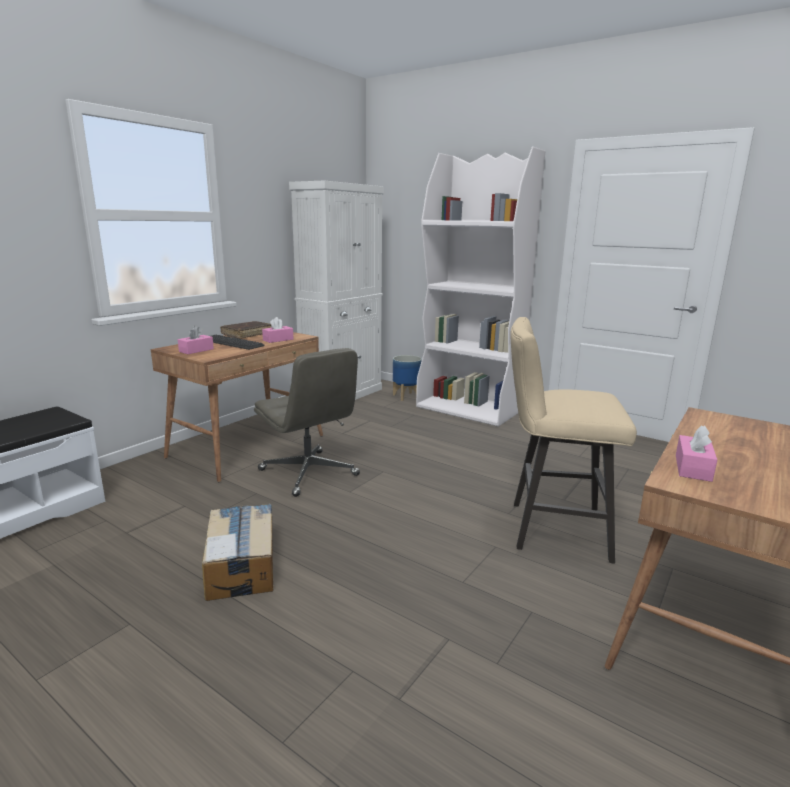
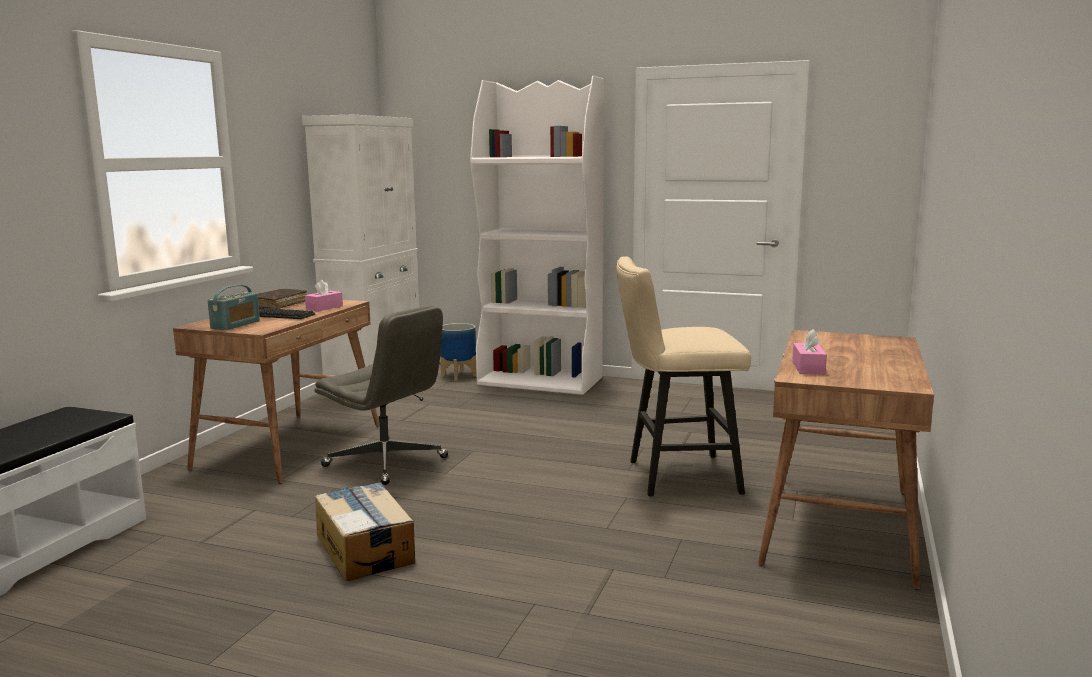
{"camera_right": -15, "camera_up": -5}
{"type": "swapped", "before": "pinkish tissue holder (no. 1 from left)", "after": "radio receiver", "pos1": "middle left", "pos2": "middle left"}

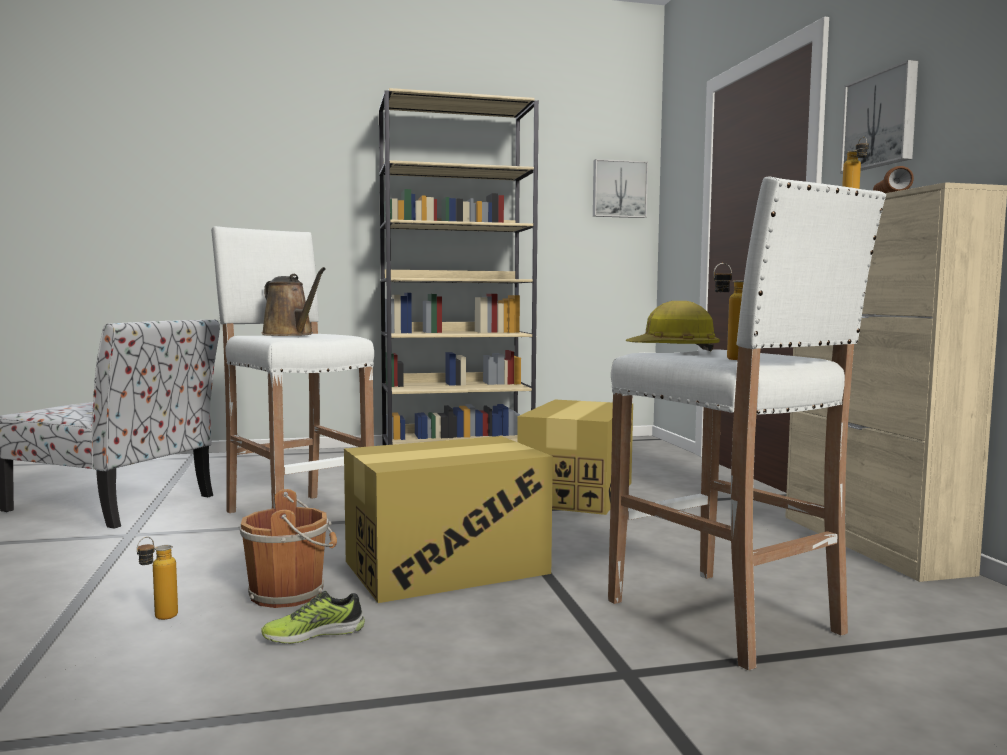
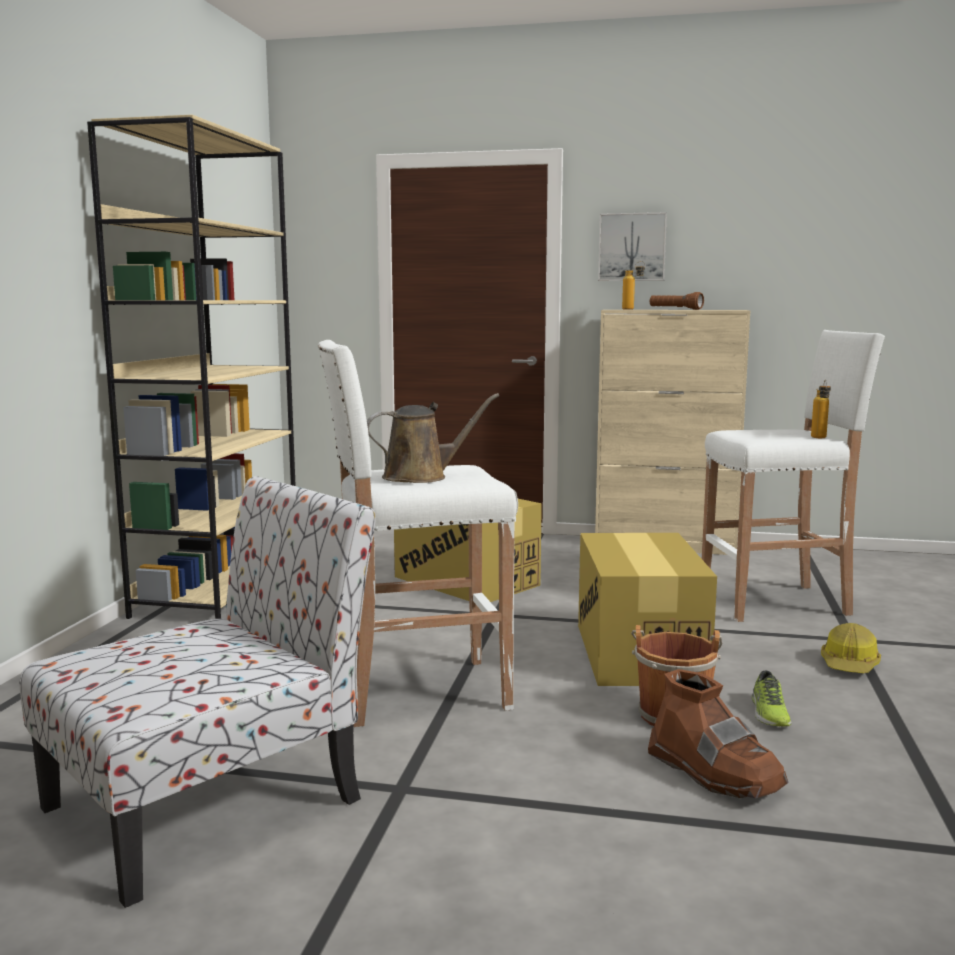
{"camera_right": -65, "camera_up": 5}
{"type": "swapped", "before": "bottle (no. 1 from left)", "after": "brownish boot", "pos1": "bottom left", "pos2": "bottom right"}
{"type": "gone", "before": "picture (no. 1 from left)", "pos1": "top centre"}
{"type": "shifted", "before": "work helmet", "pos1": "middle right", "pos2": "bottom right"}

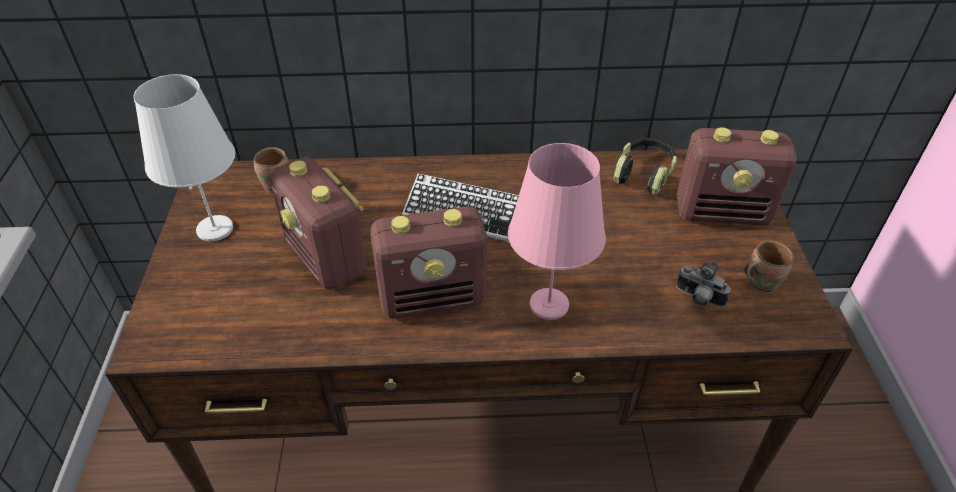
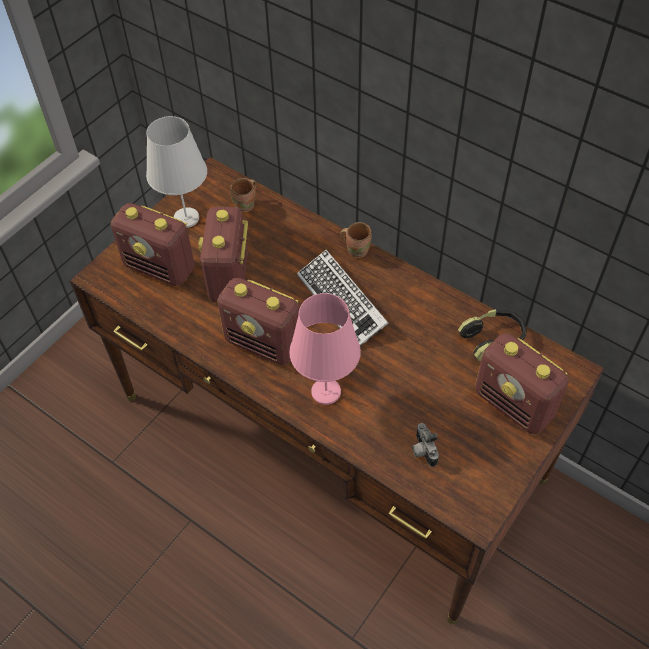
{"camera_right": 40, "camera_up": 10}
{"type": "shifted", "before": "brownish mug (no. 2 from left)", "pos1": "middle right", "pos2": "centre"}
{"type": "new", "after": "radio receiver (no. 1 from left)", "pos2": "middle left"}

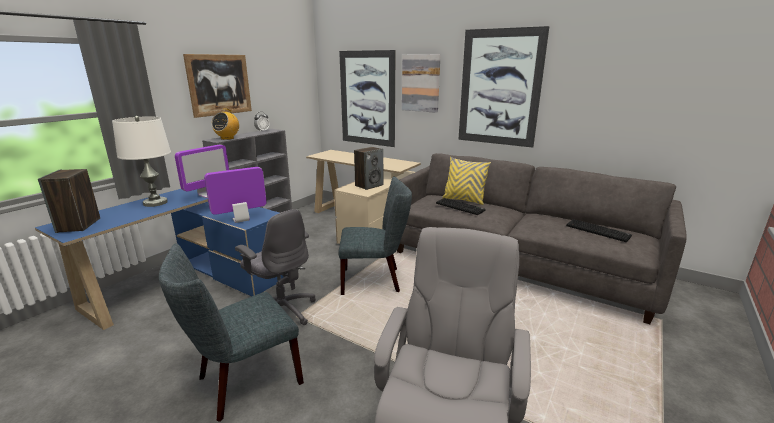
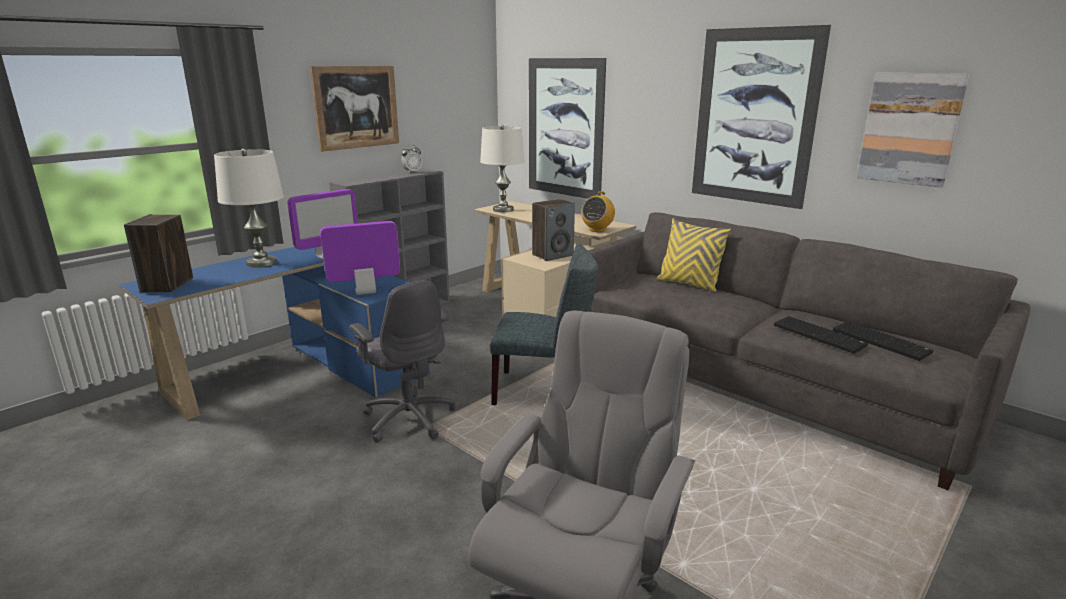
{"camera_right": 10, "camera_up": 0}
{"type": "gone", "before": "grey chair (no. 1 from left)", "pos1": "bottom left"}
{"type": "shifted", "before": "radio receiver", "pos1": "top left", "pos2": "centre"}
{"type": "shifted", "before": "picture (no. 3 from left in the first image)", "after": "picture (no. 4 from left)", "pos1": "top centre", "pos2": "top right"}
{"type": "shifted", "before": "computer keyboard (no. 1 from left)", "pos1": "centre", "pos2": "middle right"}
{"type": "new", "after": "whitish lamp for a table (no. 2 from left)", "pos2": "top centre"}

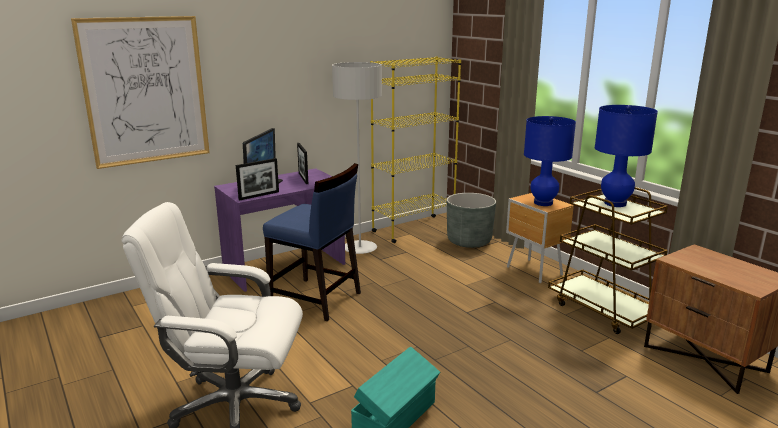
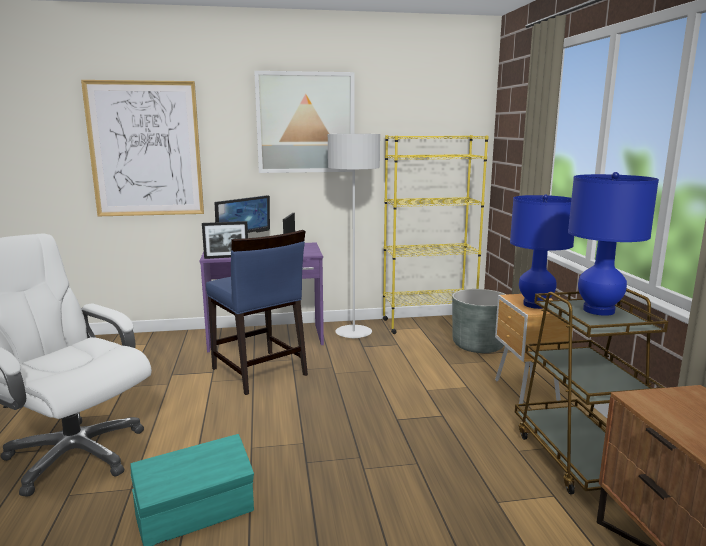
{"camera_right": 25, "camera_up": -5}
{"type": "new", "after": "picture (no. 2 from left)", "pos2": "top centre"}

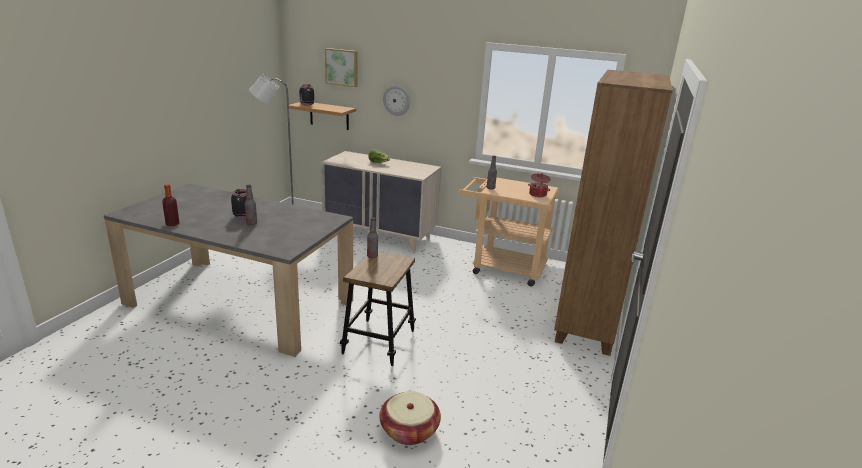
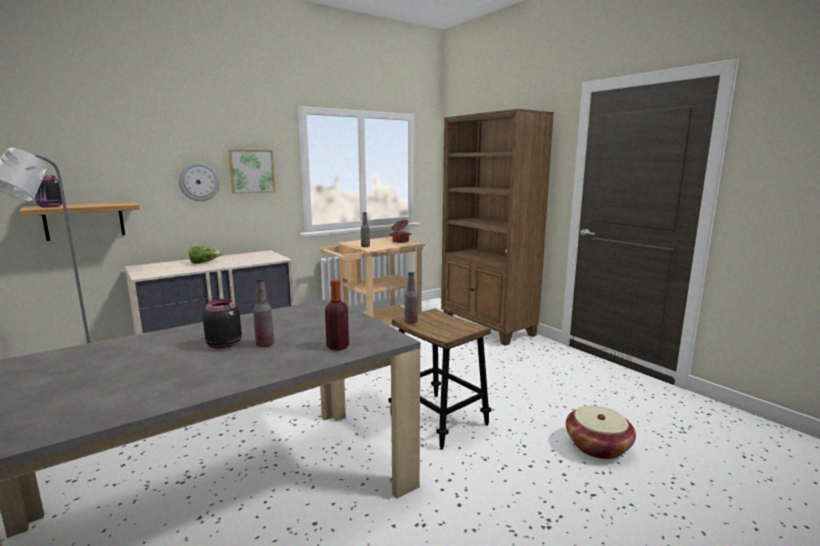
{"camera_right": -55, "camera_up": -10}
{"type": "shifted", "before": "bottle (no. 1 from left in the first image)", "after": "bottle (no. 2 from left)", "pos1": "middle left", "pos2": "centre"}
{"type": "shifted", "before": "picture", "pos1": "top centre", "pos2": "top left"}

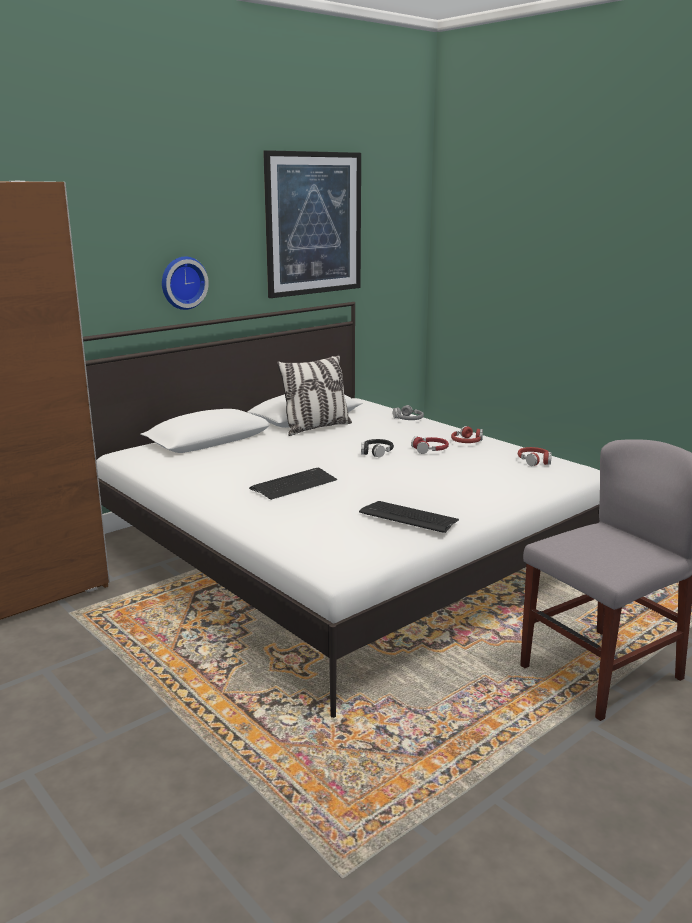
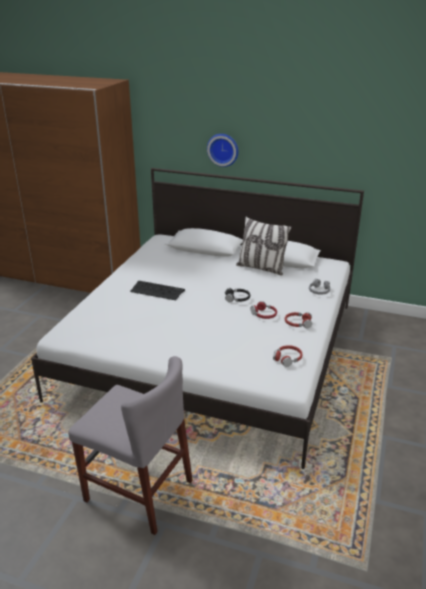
{"camera_right": 60, "camera_up": 10}
{"type": "gone", "before": "picture", "pos1": "top centre"}
{"type": "gone", "before": "computer keyboard (no. 2 from left)", "pos1": "centre"}

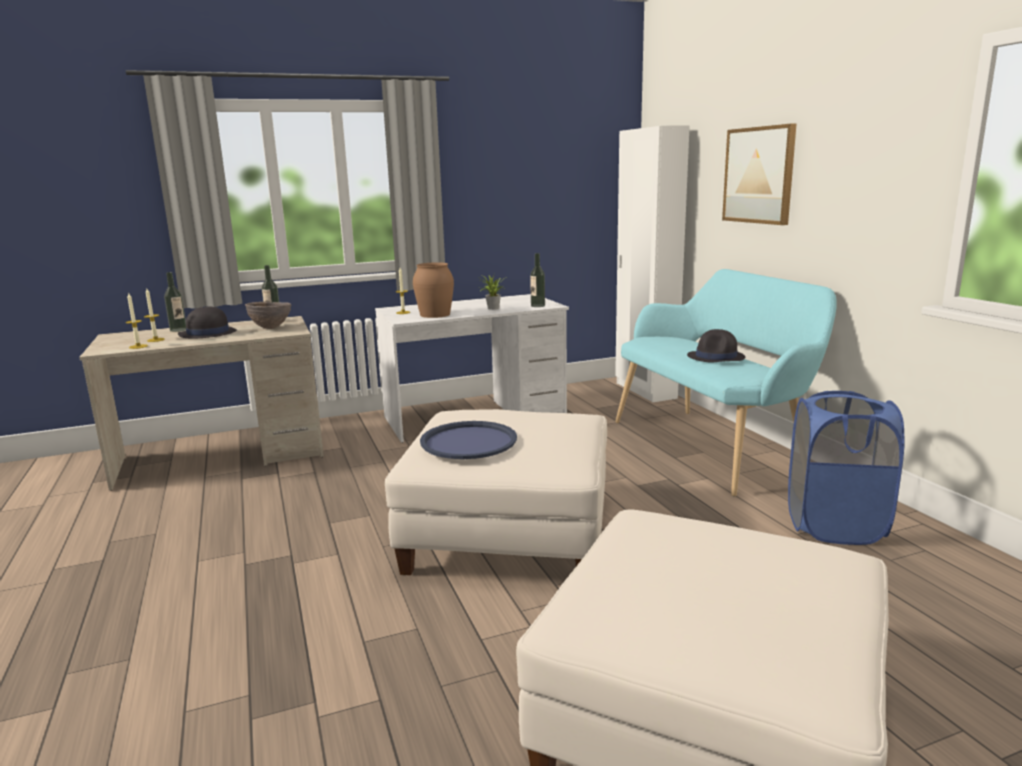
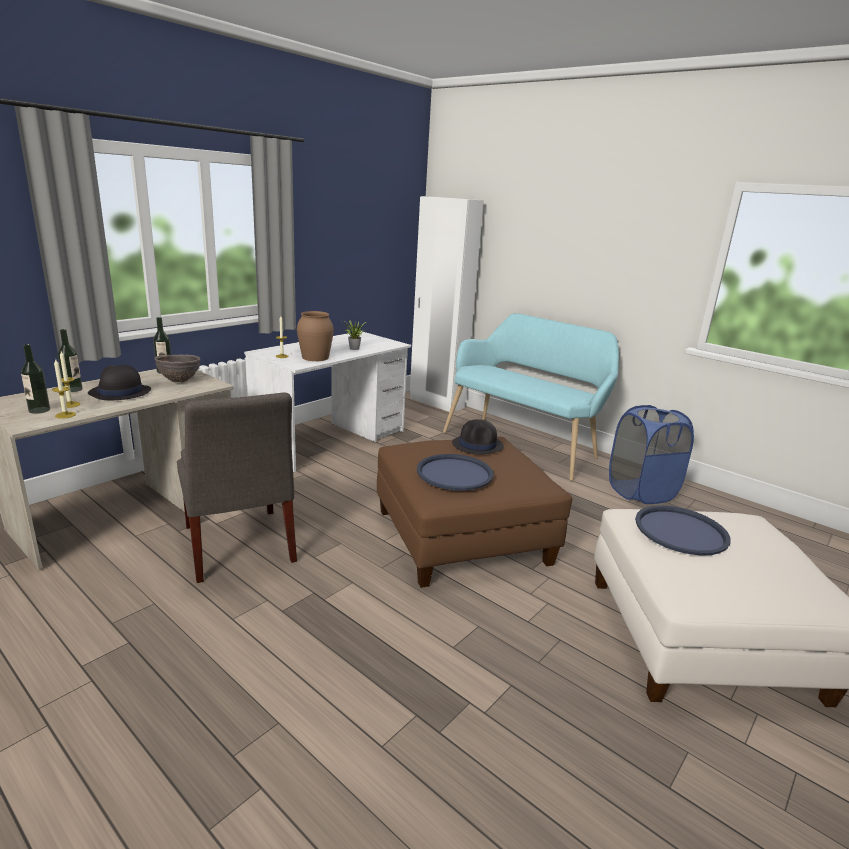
{"camera_right": -30, "camera_up": 5}
{"type": "repainted", "before": "whitish ottoman (no. 1 from left)", "after": "brownish ottoman", "pos1": "centre", "pos2": "centre"}
{"type": "shifted", "before": "bottle (no. 3 from left in the first image)", "after": "bottle (no. 1 from left)", "pos1": "centre", "pos2": "middle left"}
{"type": "shifted", "before": "black clothing hat (no. 2 from left)", "pos1": "middle right", "pos2": "centre"}
{"type": "gone", "before": "picture", "pos1": "top right"}
{"type": "new", "after": "grey chair", "pos2": "middle left"}
{"type": "new", "after": "blue serving tray (no. 2 from left)", "pos2": "middle right"}

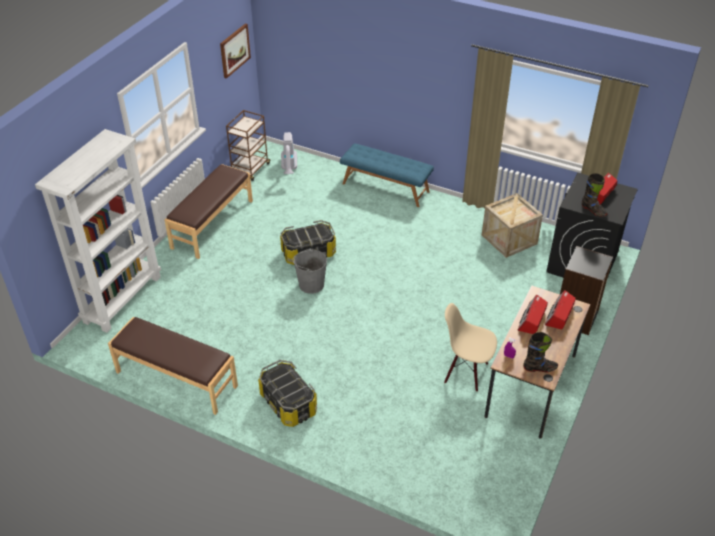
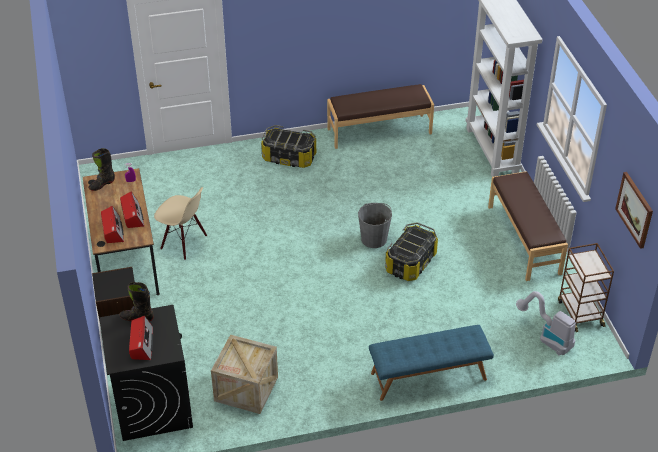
{"camera_right": 140, "camera_up": 0}
{"type": "rotated", "before": "sand-coloured chair", "pos1": "centre", "pos2": "middle left", "turn": 45}

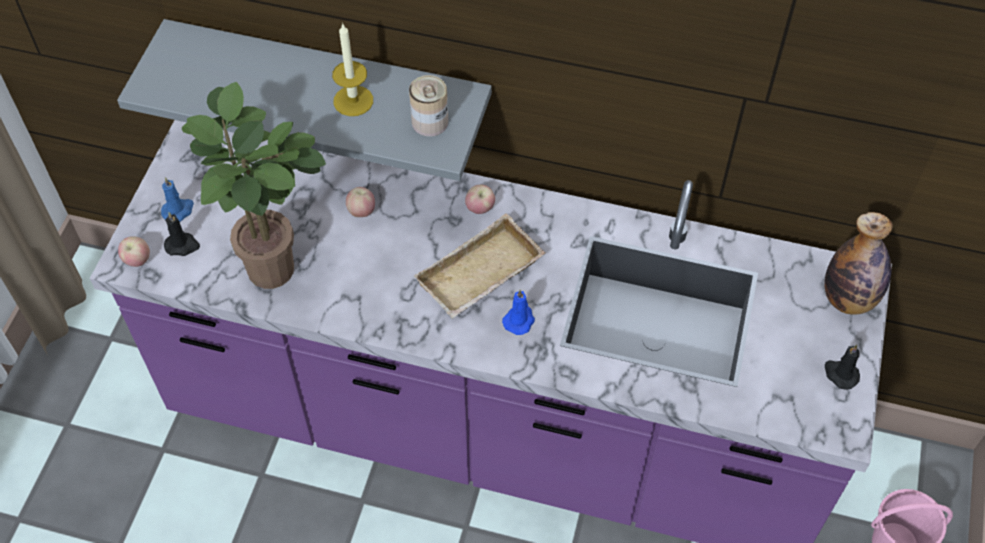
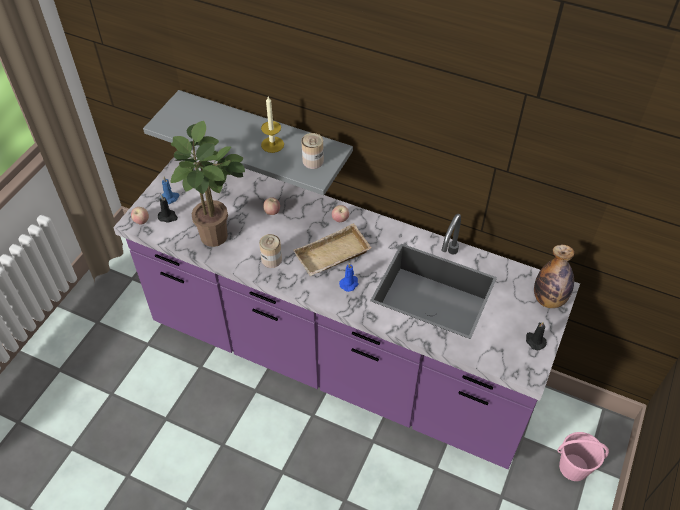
{"camera_right": 10, "camera_up": -5}
{"type": "new", "after": "can (no. 1 from left)", "pos2": "centre"}

